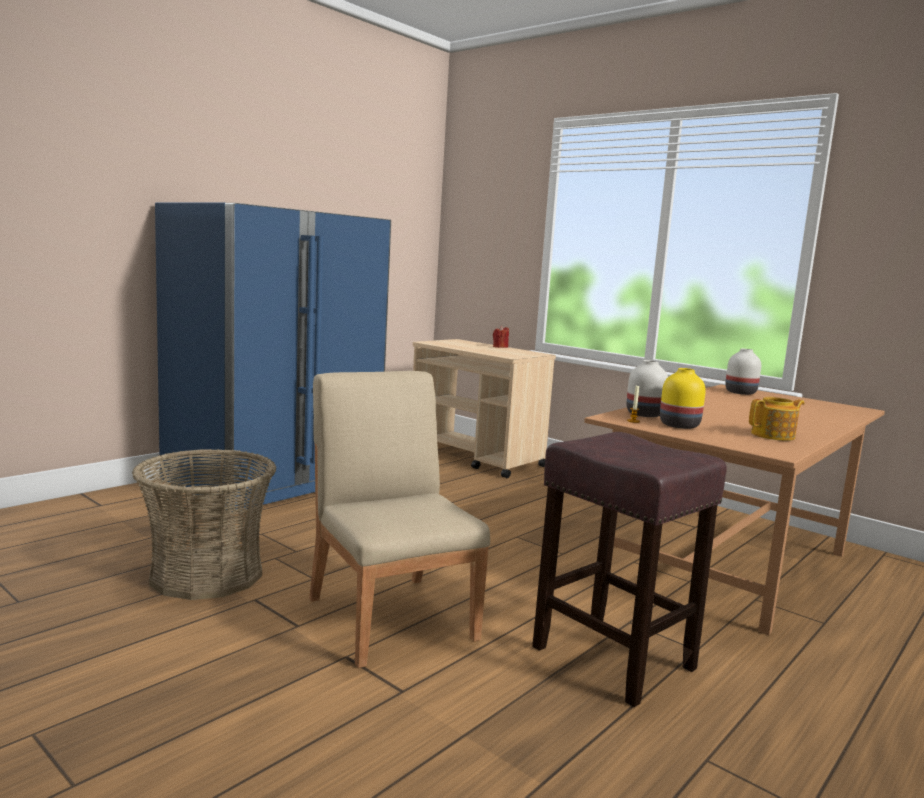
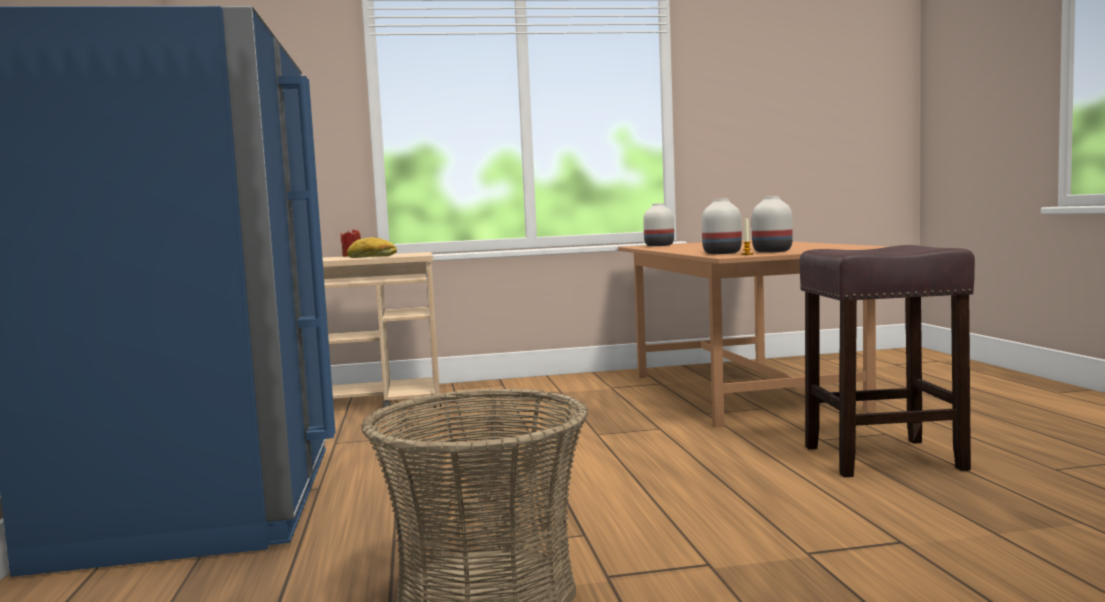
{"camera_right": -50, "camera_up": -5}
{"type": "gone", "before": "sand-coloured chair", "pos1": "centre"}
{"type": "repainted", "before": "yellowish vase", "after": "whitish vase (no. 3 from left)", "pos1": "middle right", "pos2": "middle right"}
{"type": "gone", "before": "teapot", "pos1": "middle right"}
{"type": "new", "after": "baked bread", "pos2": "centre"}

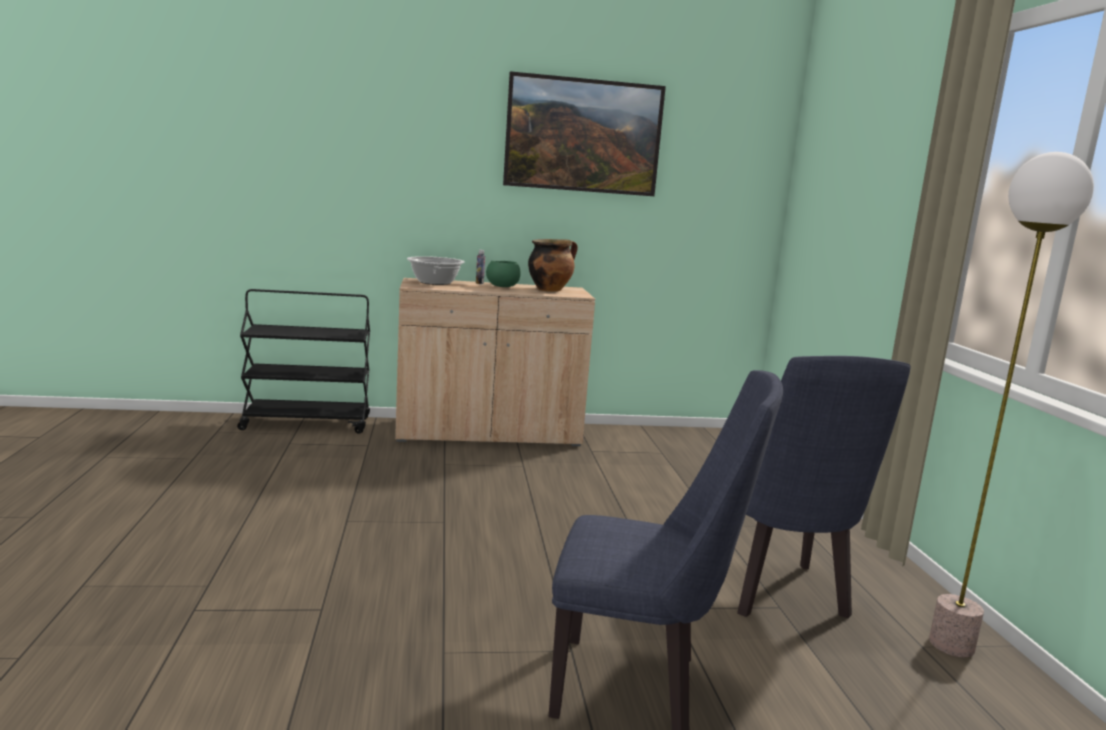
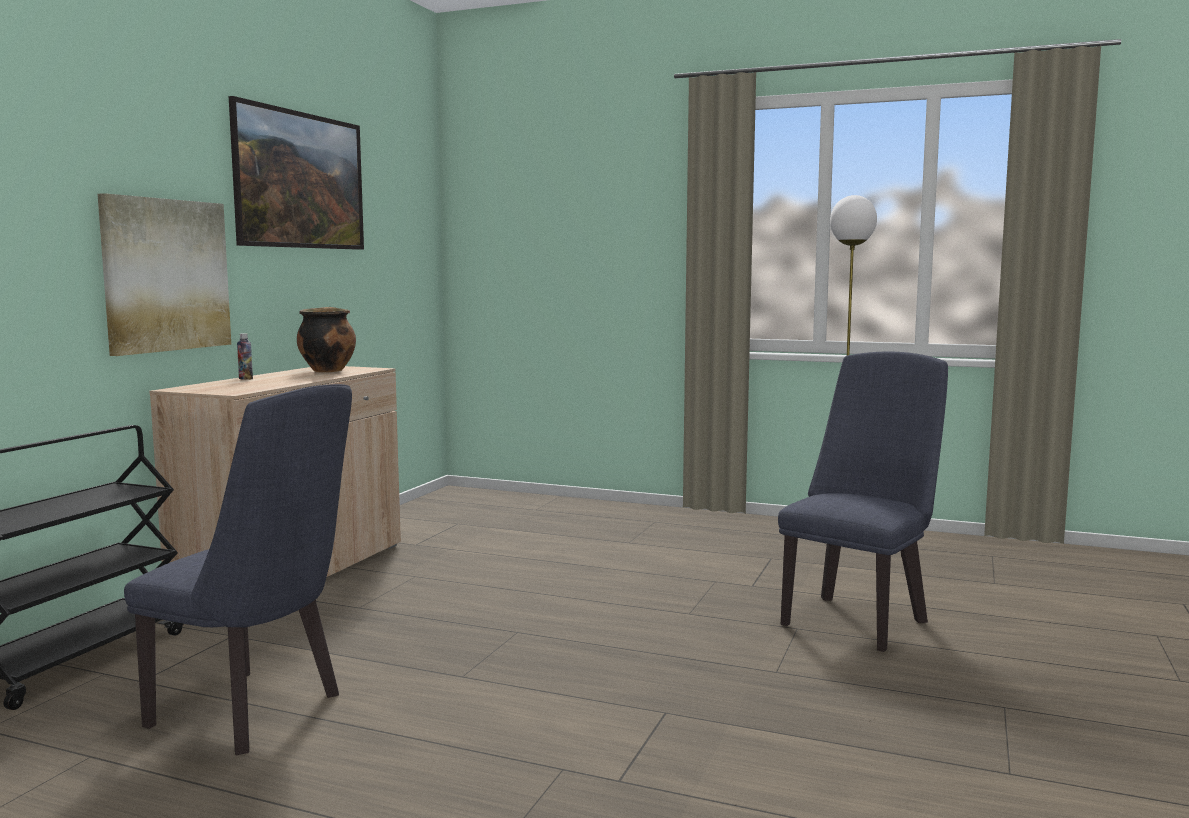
{"camera_right": -60, "camera_up": -5}
{"type": "gone", "before": "cooking pot (no. 1 from left)", "pos1": "centre"}
{"type": "gone", "before": "greenish deep dish", "pos1": "centre"}
{"type": "shifted", "before": "blue chair (no. 2 from left in the first image)", "after": "blue chair (no. 1 from left)", "pos1": "bottom right", "pos2": "bottom left"}
{"type": "new", "after": "picture (no. 1 from left)", "pos2": "middle left"}

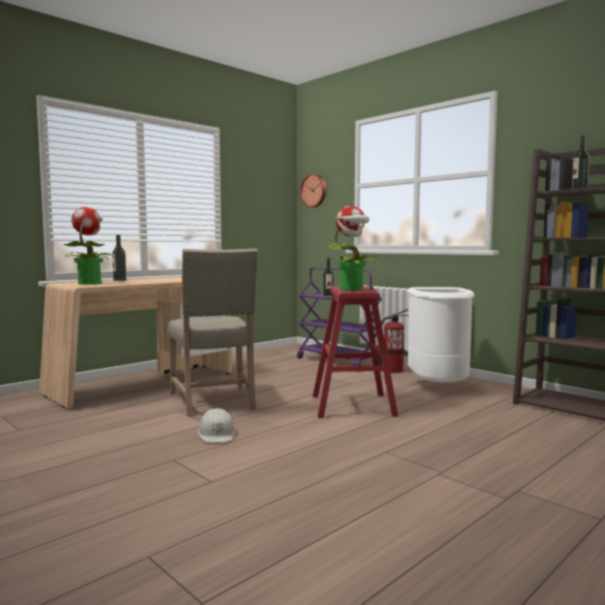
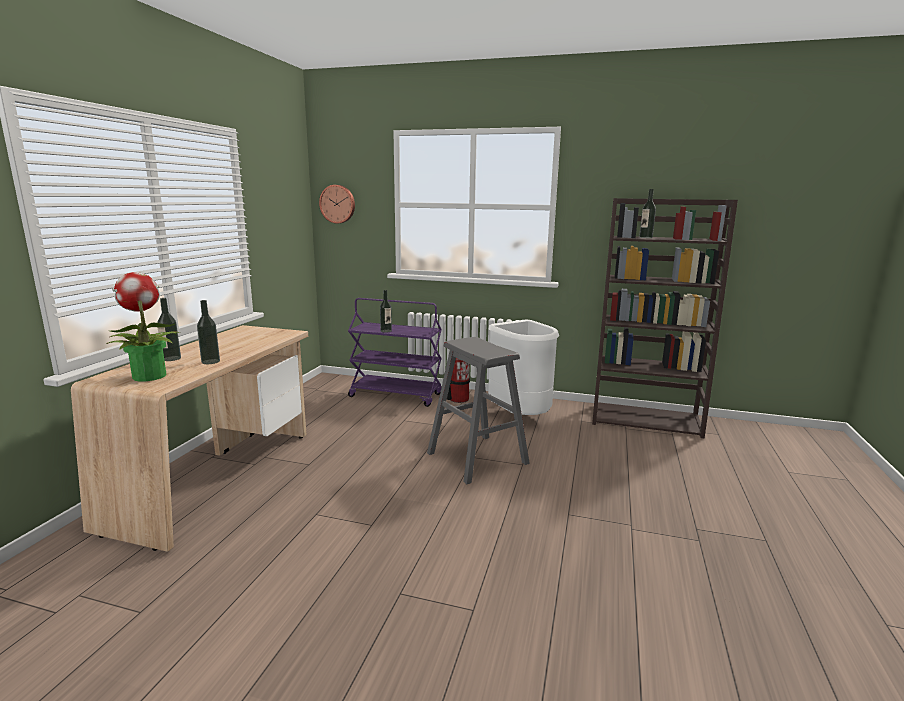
{"camera_right": -30, "camera_up": 10}
{"type": "gone", "before": "sand-coloured chair", "pos1": "centre"}
{"type": "gone", "before": "whitish work helmet", "pos1": "bottom centre"}
{"type": "repainted", "before": "red-coloured stool seat", "after": "grey stool seat", "pos1": "centre", "pos2": "centre"}
{"type": "gone", "before": "potted plant (no. 2 from left)", "pos1": "centre"}
{"type": "new", "after": "bottle (no. 2 from left)", "pos2": "middle left"}

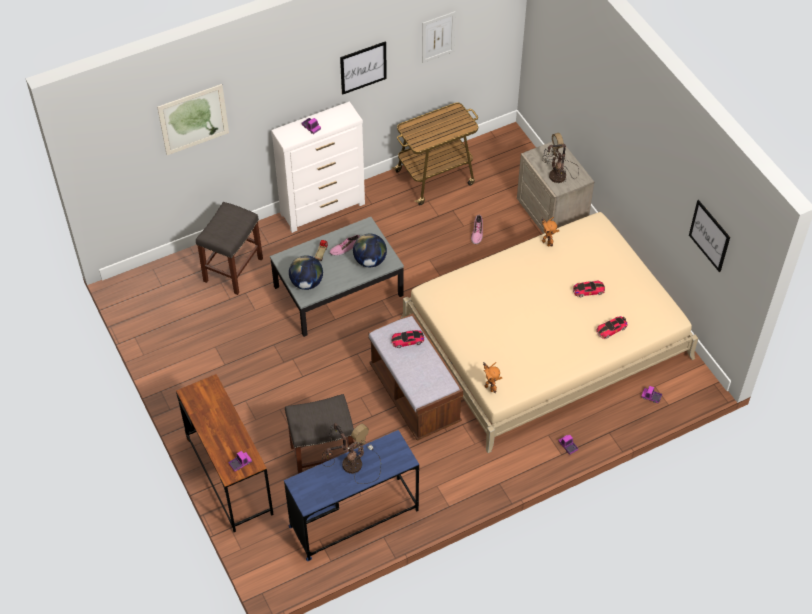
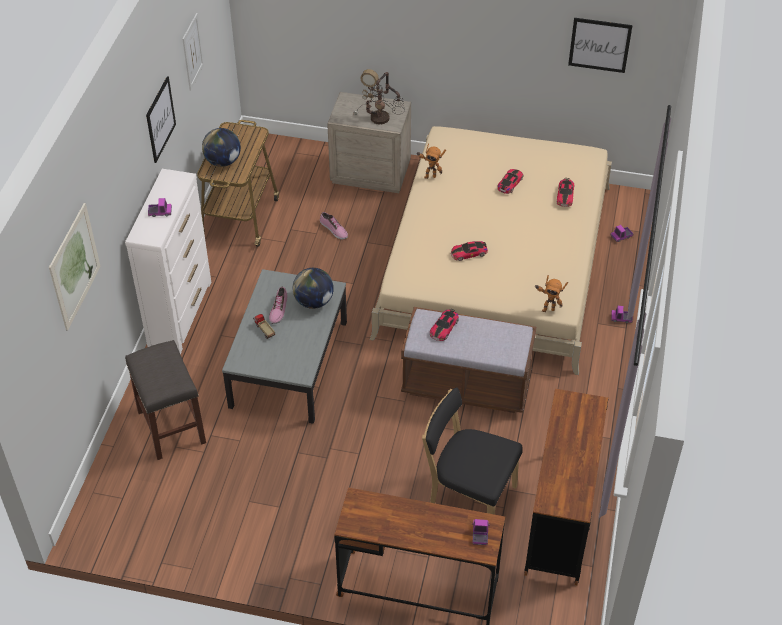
{"camera_right": -50, "camera_up": -5}
{"type": "repainted", "before": "blue desk unit", "after": "brownish desk unit (no. 2 from left)", "pos1": "bottom centre", "pos2": "bottom right"}
{"type": "swapped", "before": "grey stool seat (no. 2 from left)", "after": "black chair", "pos1": "bottom centre", "pos2": "bottom centre"}
{"type": "shifted", "before": "globe (no. 1 from left)", "pos1": "centre", "pos2": "top left"}
{"type": "gone", "before": "lamp for a table (no. 1 from left)", "pos1": "bottom centre"}
{"type": "new", "after": "toy car (no. 2 from left)", "pos2": "centre"}

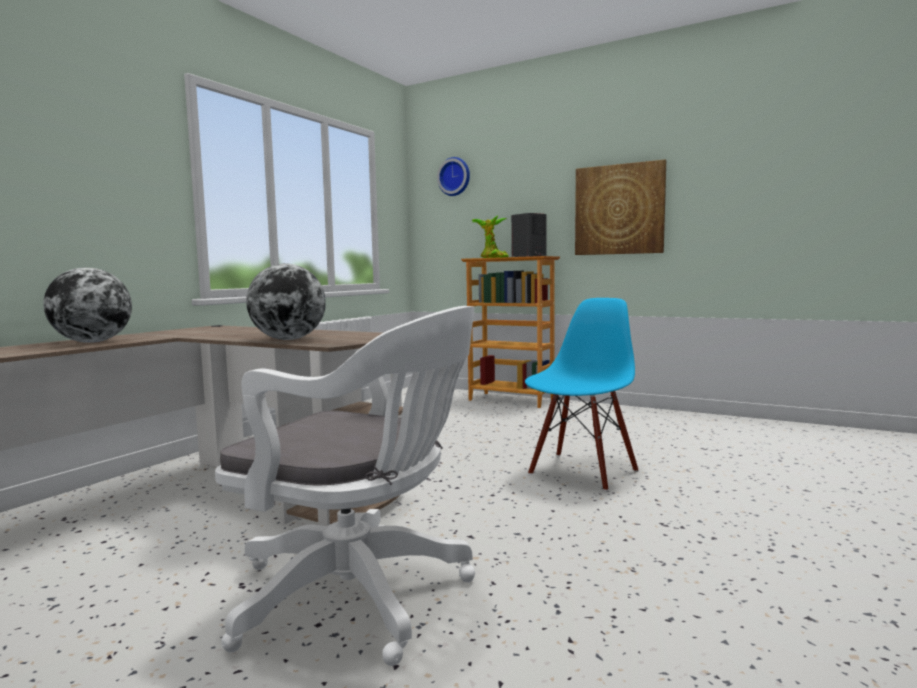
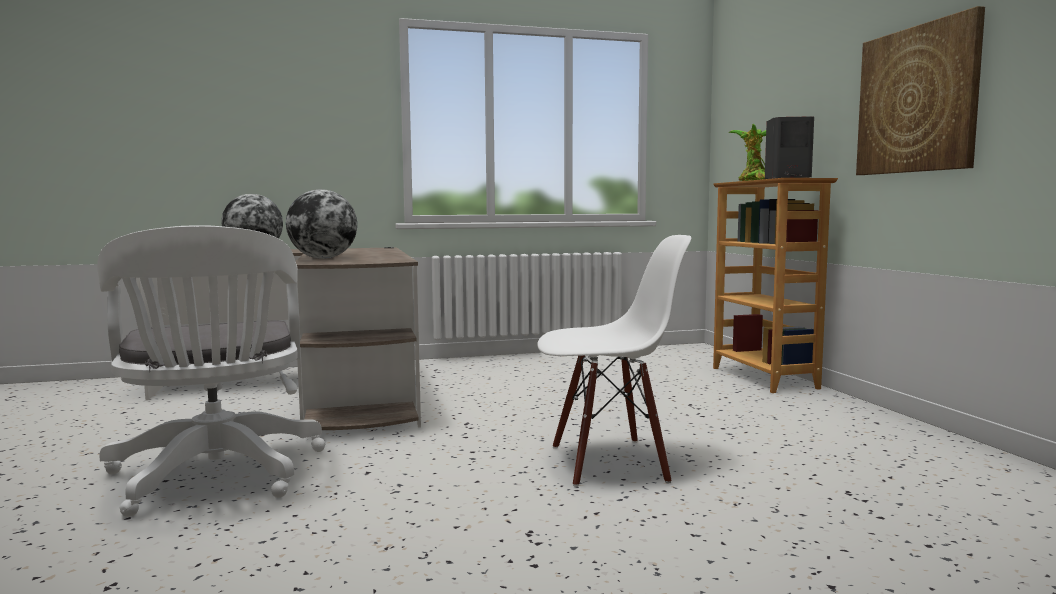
{"camera_right": 45, "camera_up": 0}
{"type": "gone", "before": "hanging clock", "pos1": "top centre"}
{"type": "repainted", "before": "blue chair", "after": "whitish chair", "pos1": "centre", "pos2": "centre"}

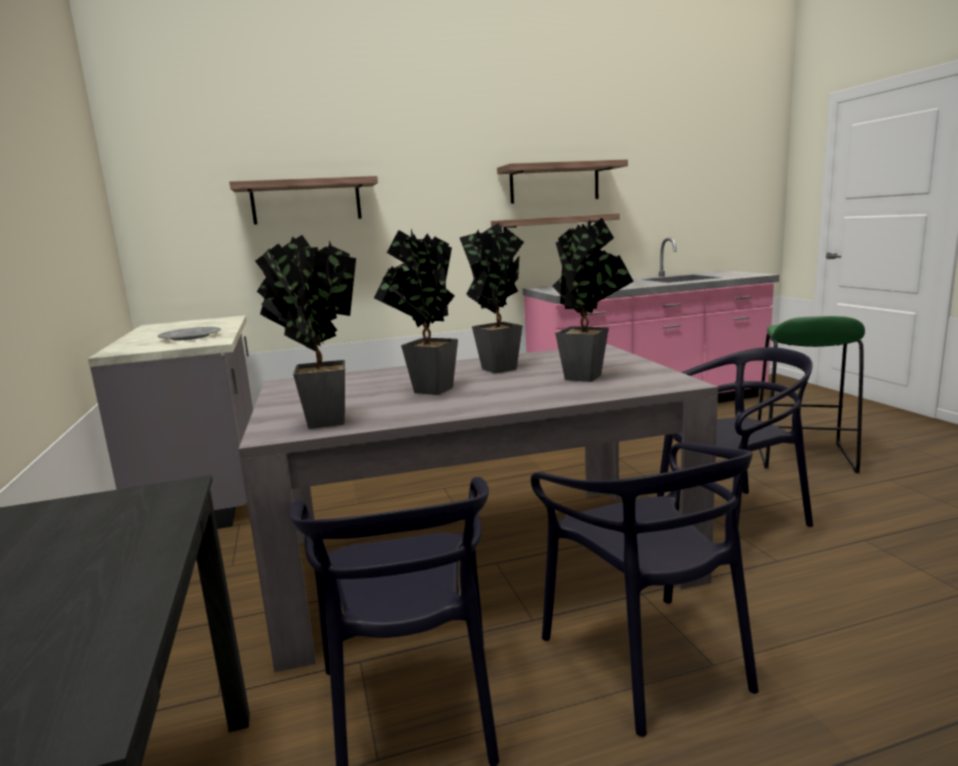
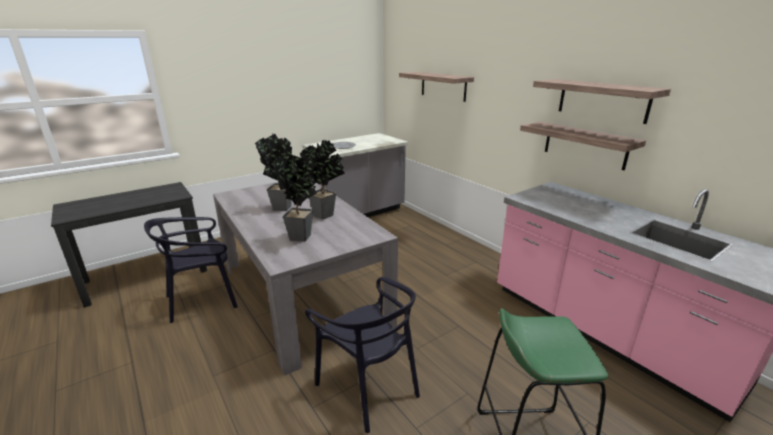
{"camera_right": 70, "camera_up": 10}
{"type": "gone", "before": "potted plant (no. 1 from left)", "pos1": "middle left"}
{"type": "gone", "before": "black chair (no. 2 from left)", "pos1": "bottom right"}

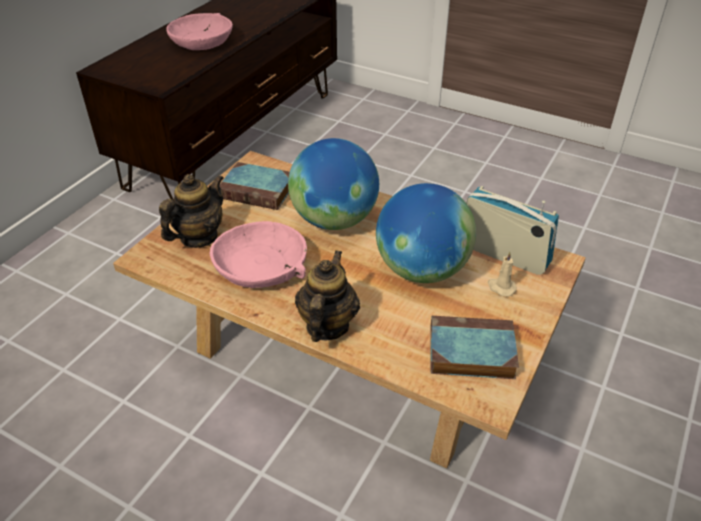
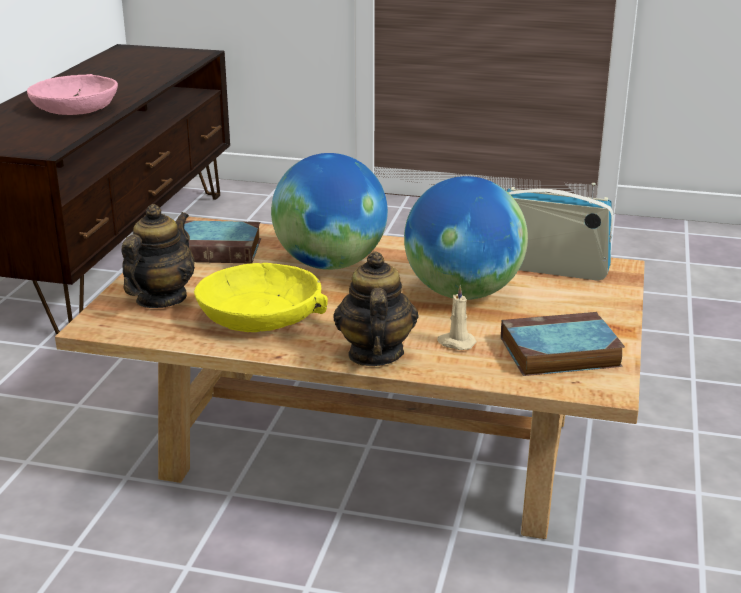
{"camera_right": -15, "camera_up": -15}
{"type": "repainted", "before": "pinkish deep dish (no. 2 from left)", "after": "yellowish deep dish", "pos1": "centre", "pos2": "centre"}
{"type": "shifted", "before": "sand-coloured wax light", "pos1": "middle right", "pos2": "centre"}

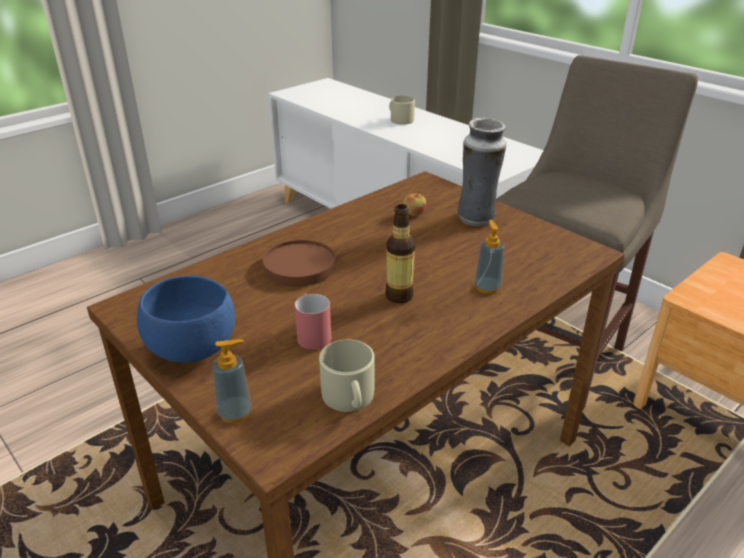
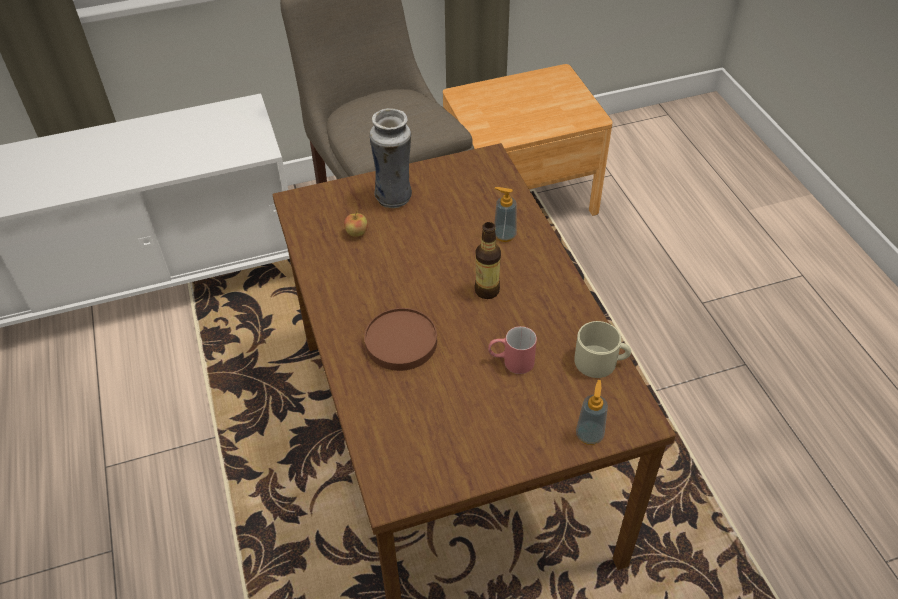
{"camera_right": -65, "camera_up": 15}
{"type": "gone", "before": "blue deep dish", "pos1": "middle left"}
{"type": "gone", "before": "sand-coloured mug (no. 2 from left)", "pos1": "top centre"}

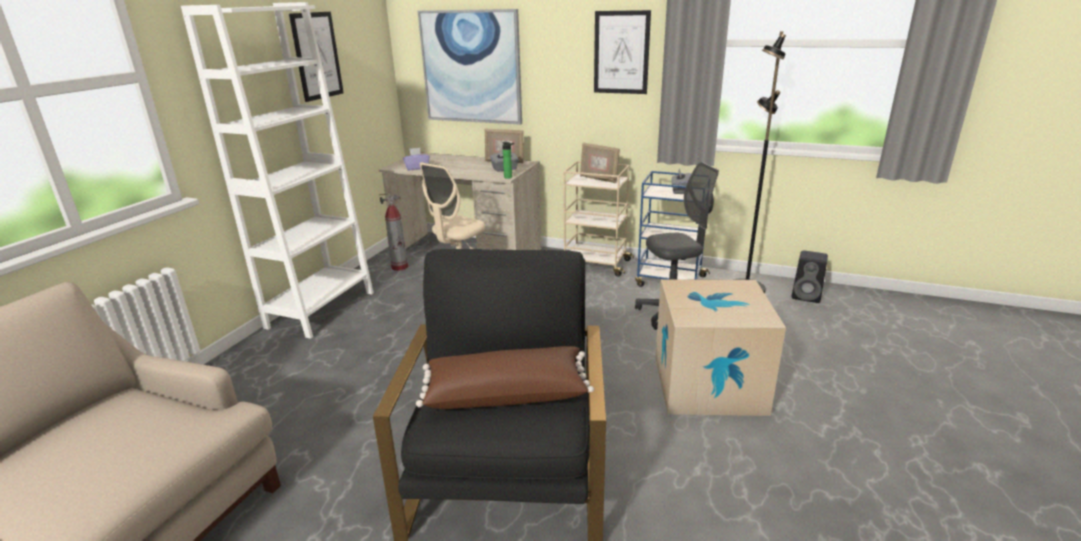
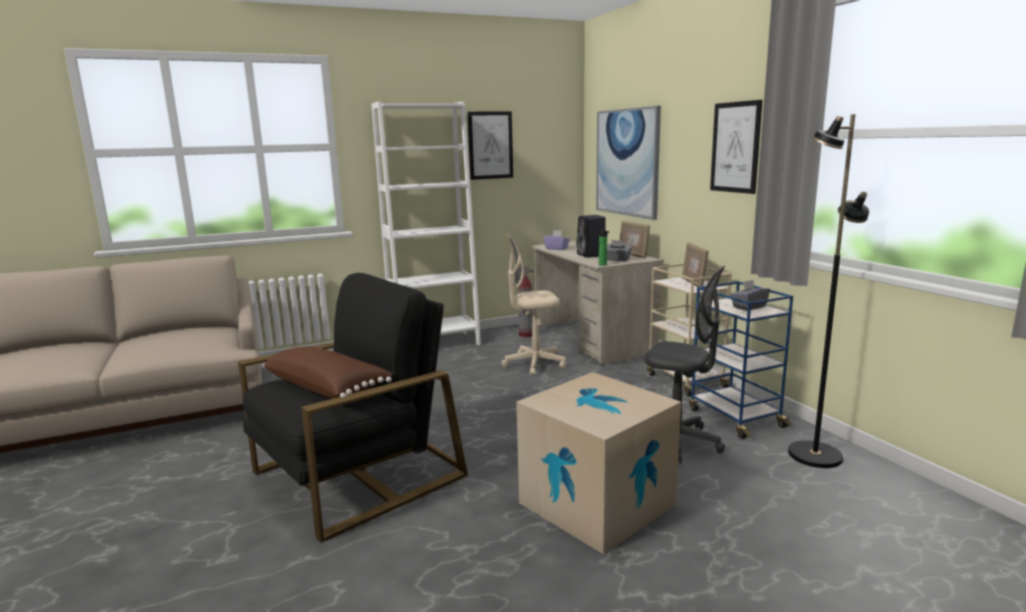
{"camera_right": 45, "camera_up": -10}
{"type": "shifted", "before": "black speaker", "pos1": "middle right", "pos2": "centre"}

